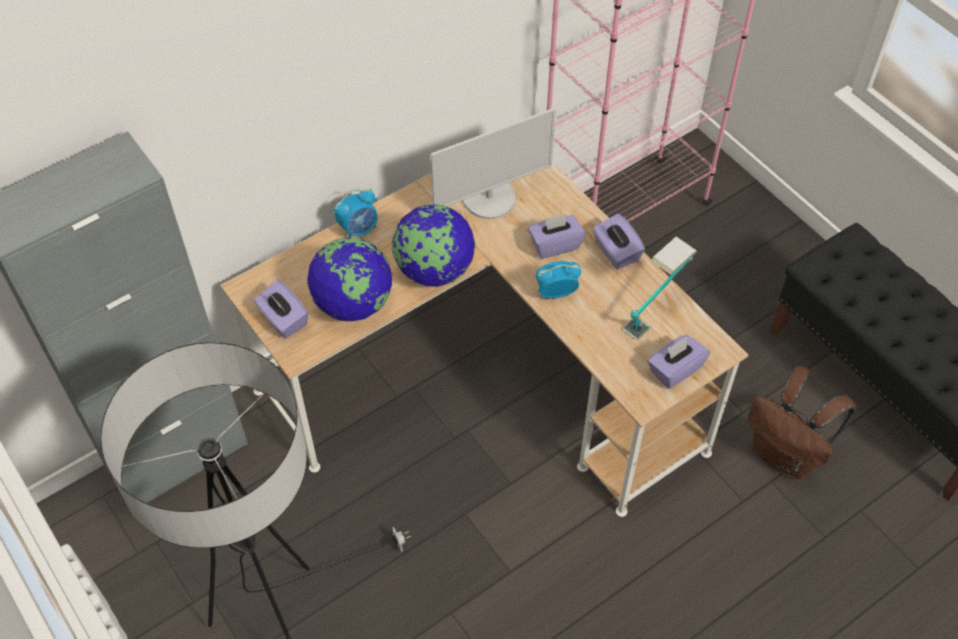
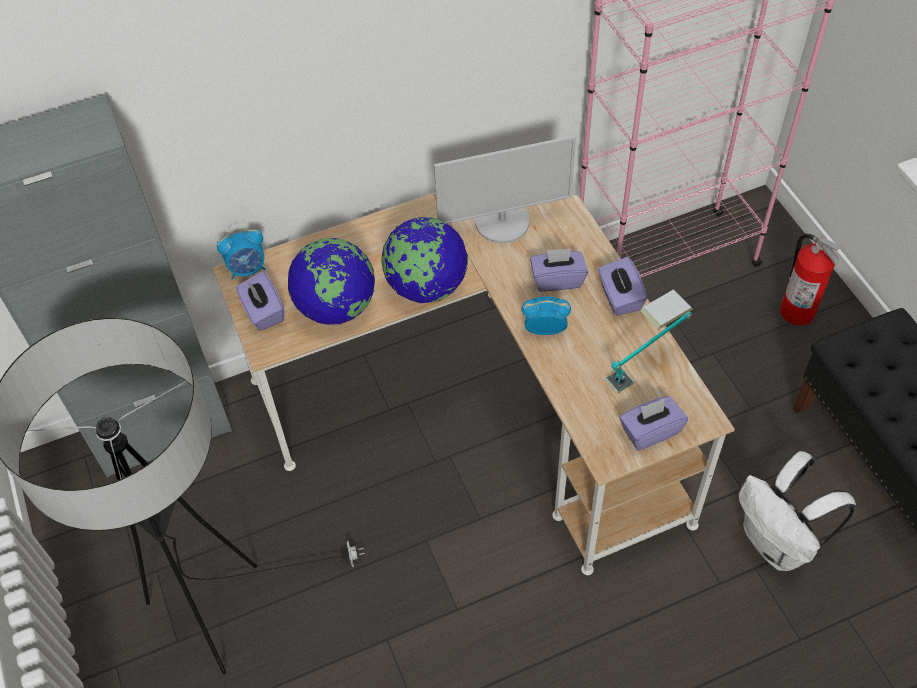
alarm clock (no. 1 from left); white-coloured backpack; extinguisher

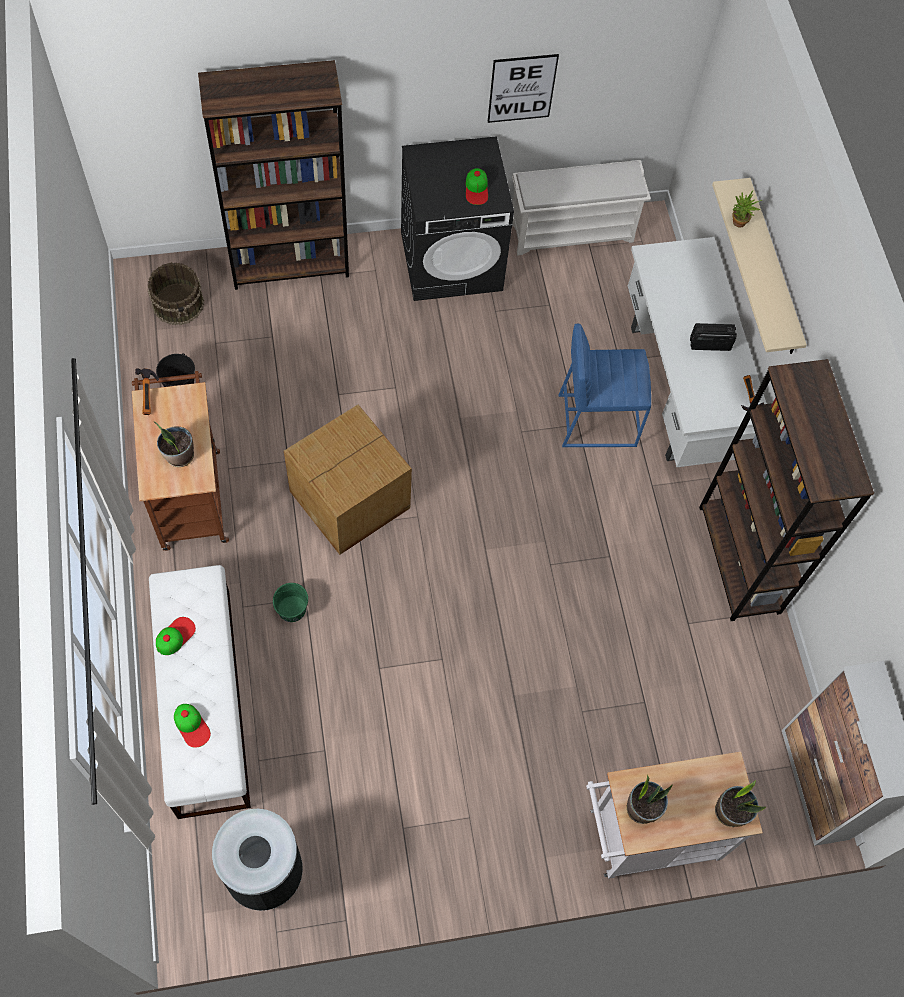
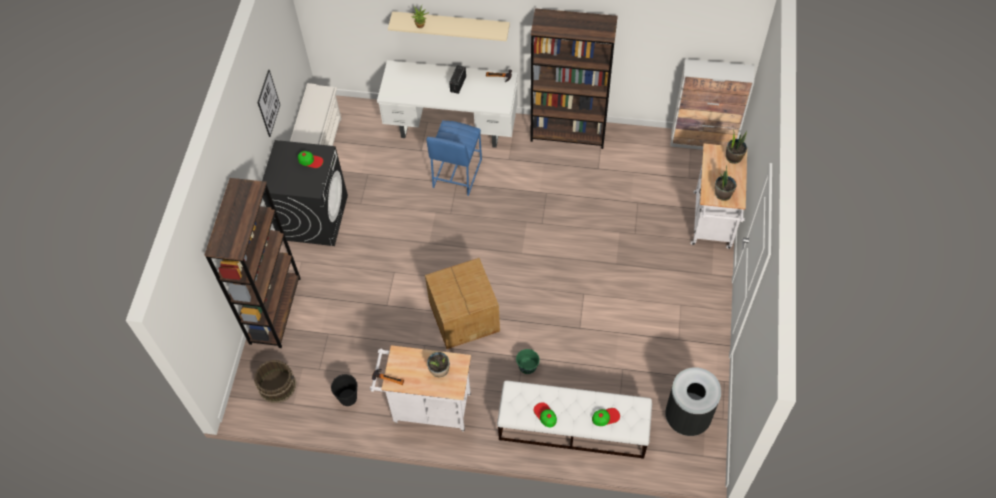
white-coloured wheeled cart (no. 1 from left)

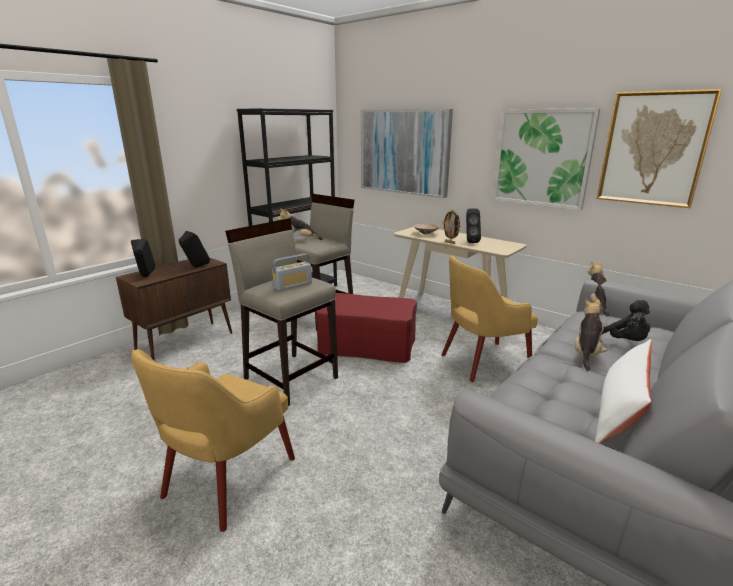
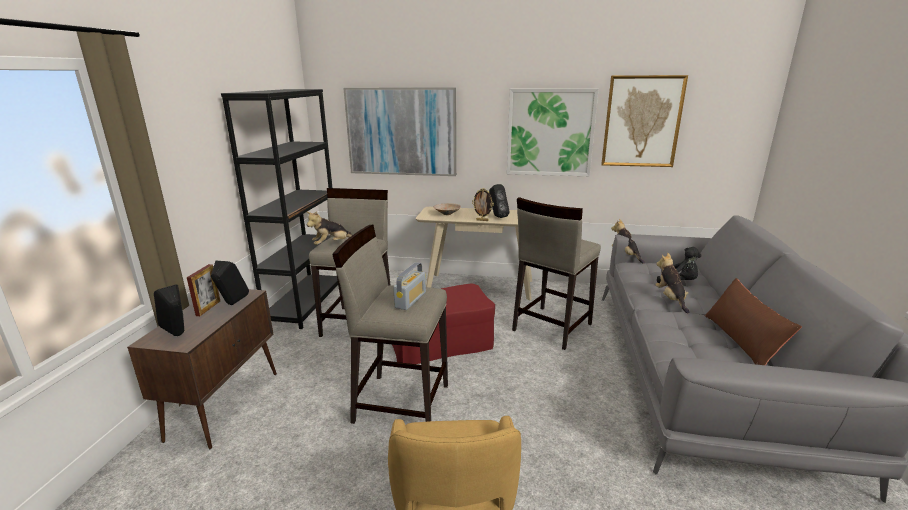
sand-coloured stool seat (no. 3 from left); brownish pillow; picture frame (no. 1 from left)

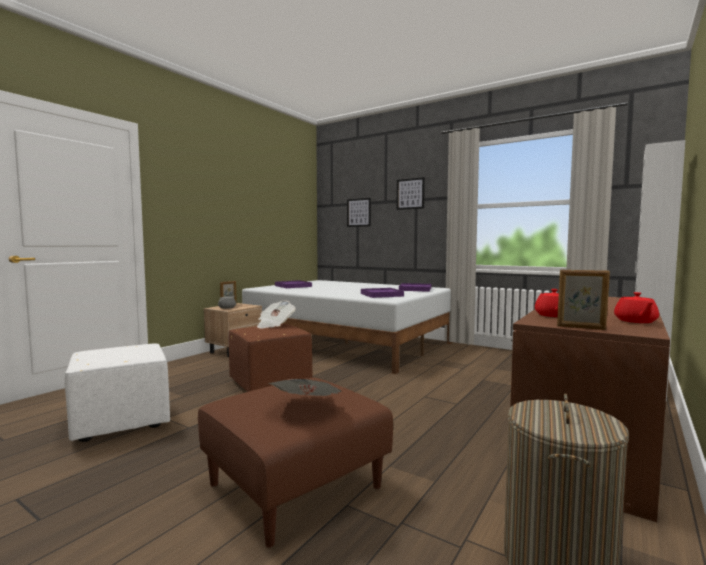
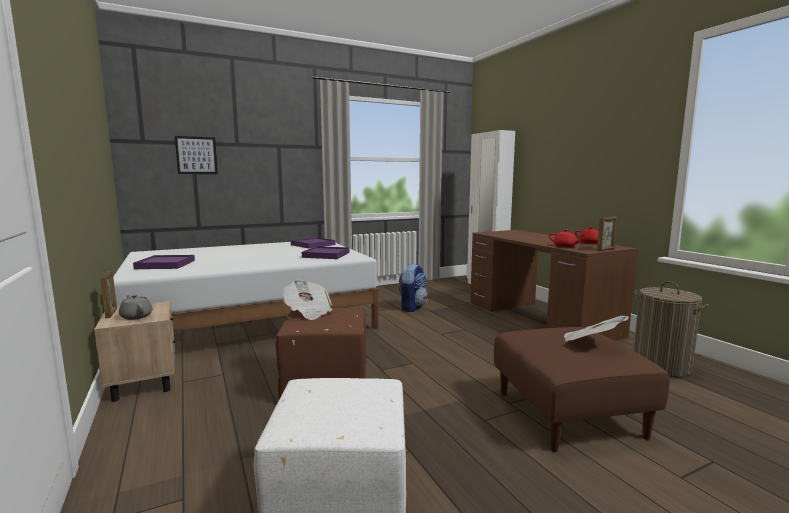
wall art (no. 2 from left in the first image); backpack

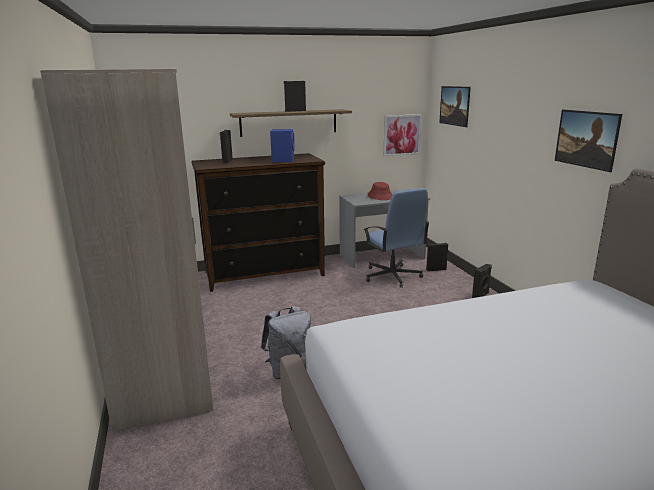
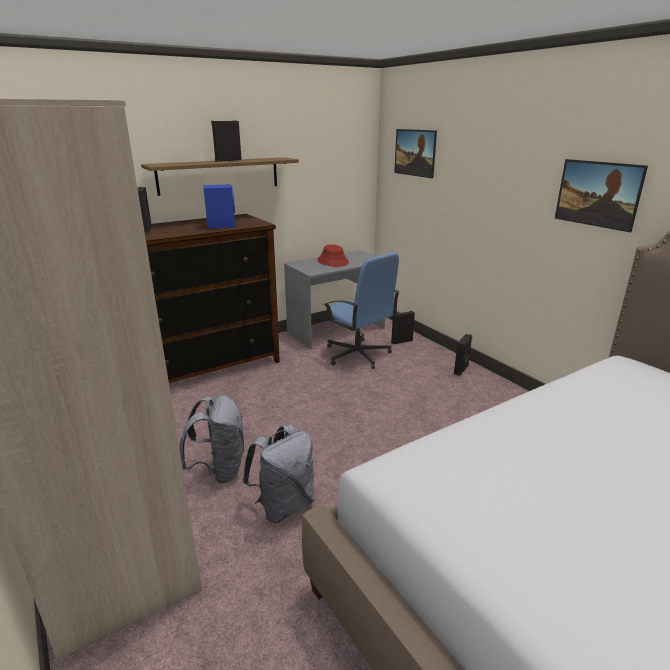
wall art (no. 1 from left in the first image); gray backpack (no. 1 from left)

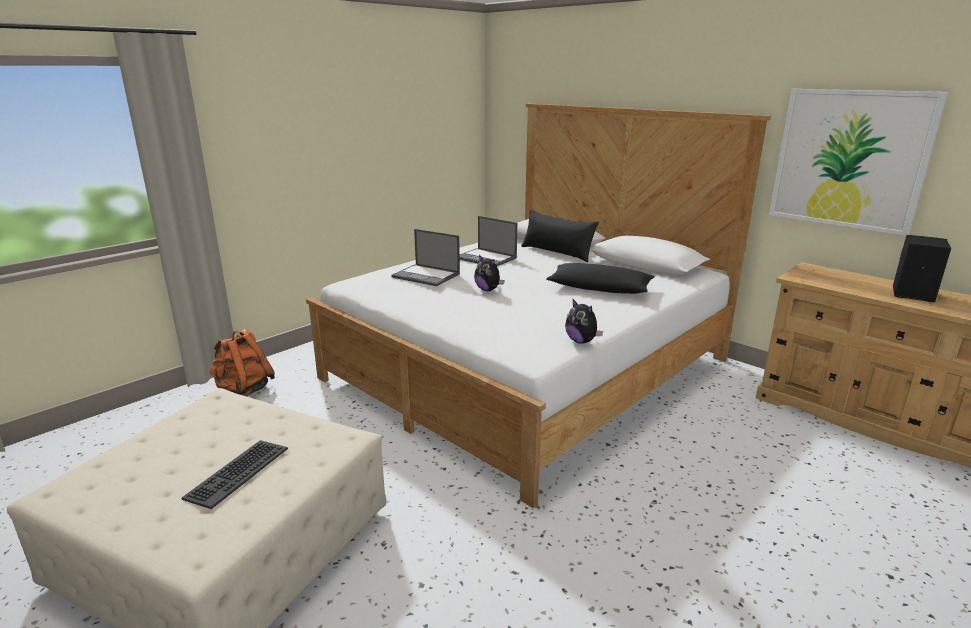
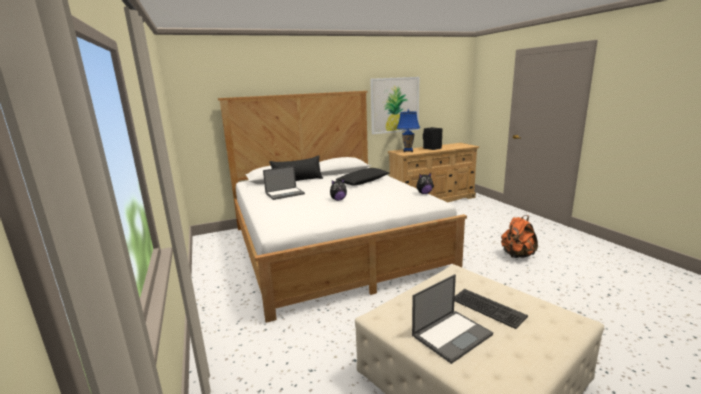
laptop (no. 2 from left); orange-coloured backpack; blue-coloured table lamp

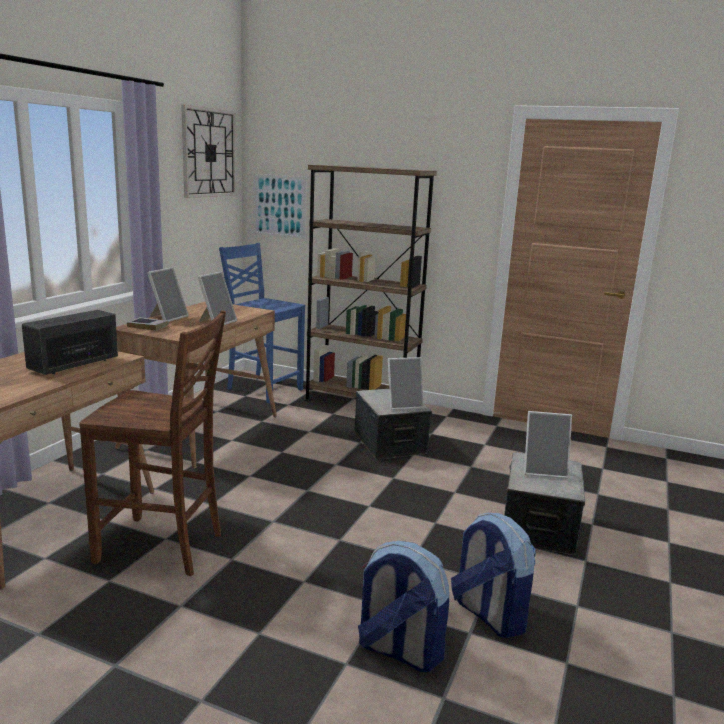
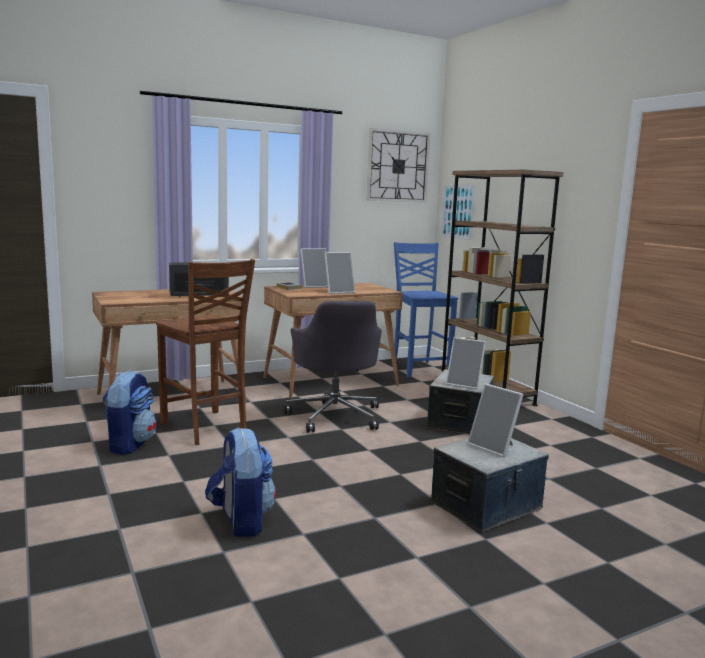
backpack (no. 1 from left); gray computer chair

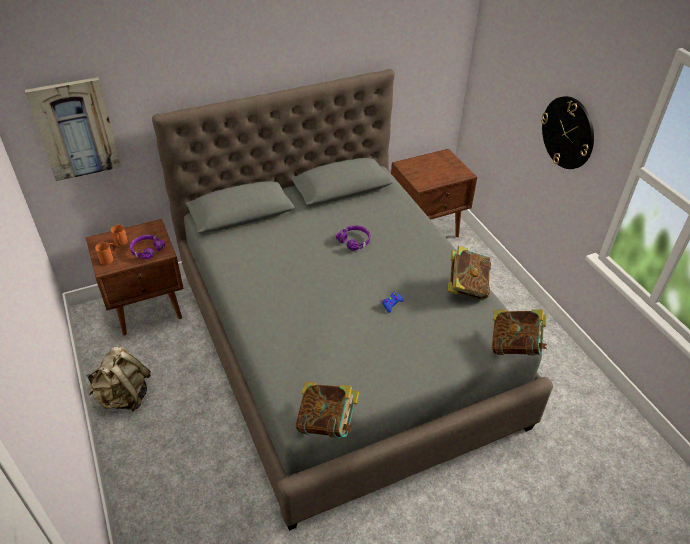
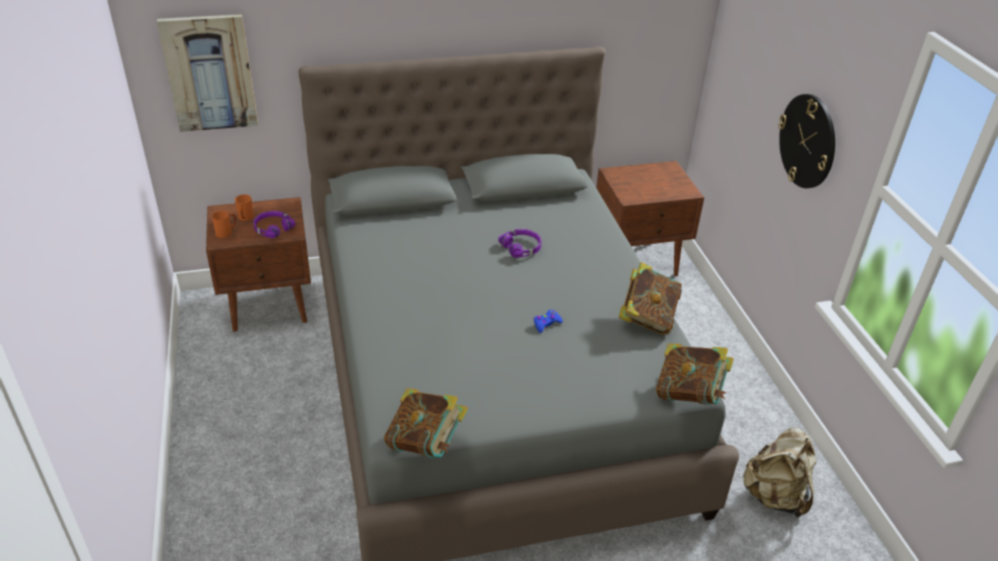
sand-coloured backpack

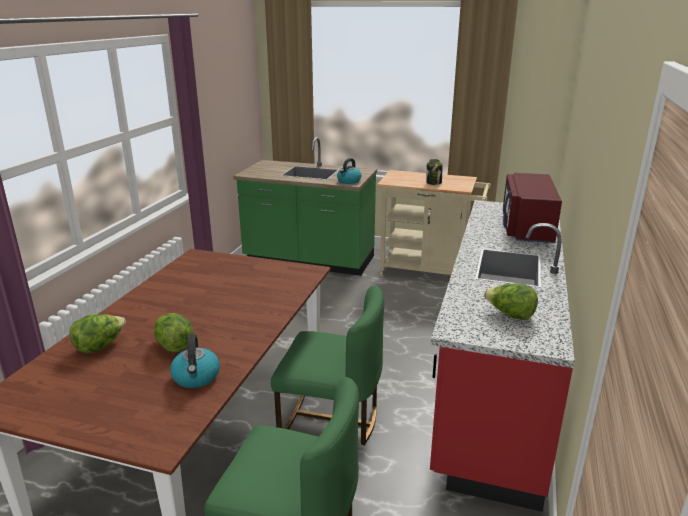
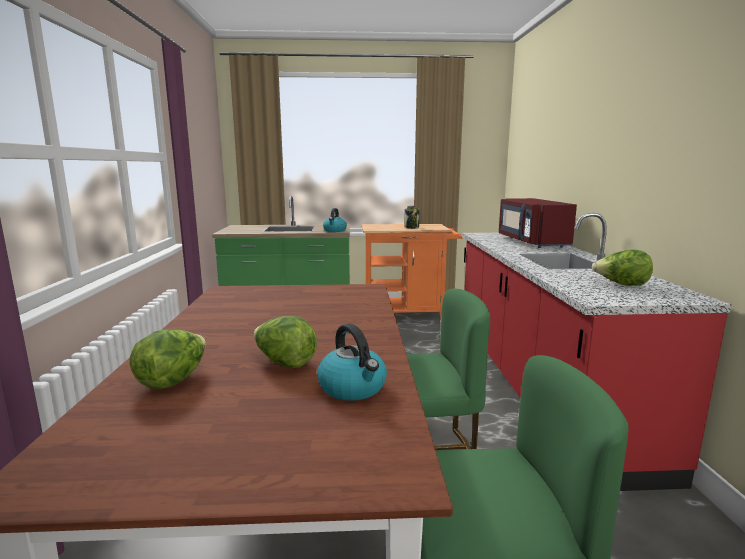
orange-coloured wheeled cart

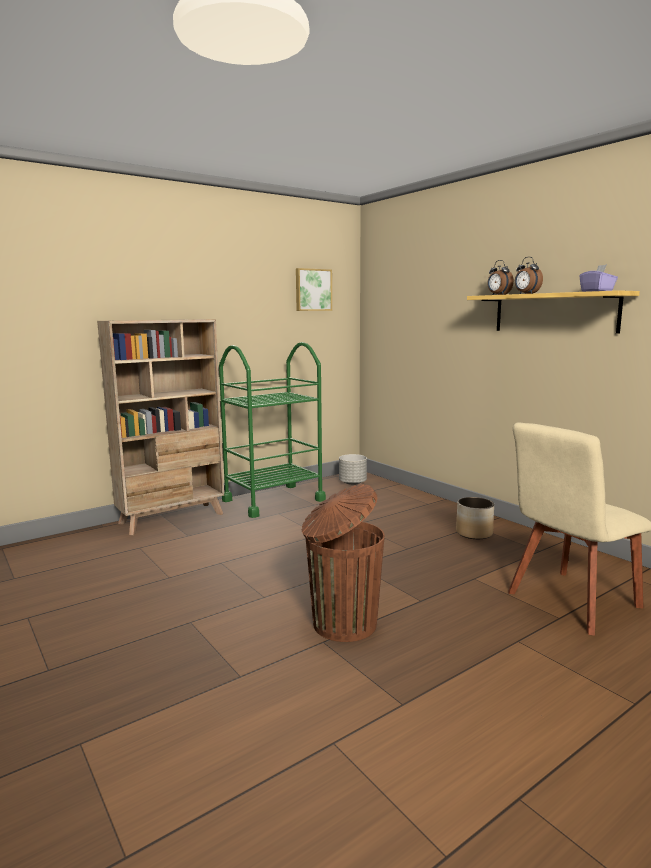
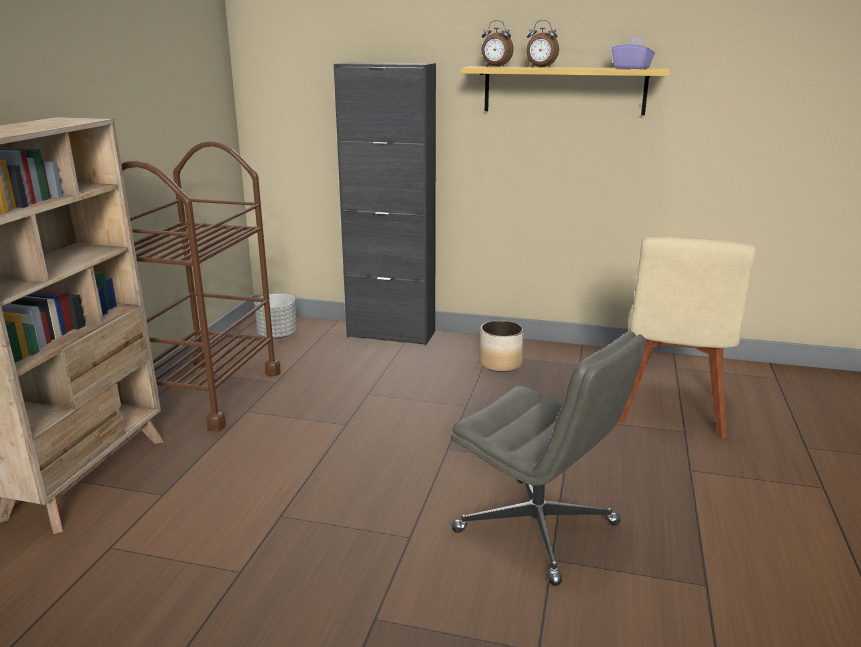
wall art; brownish wheeled cart; gray computer chair; blackish cupboard

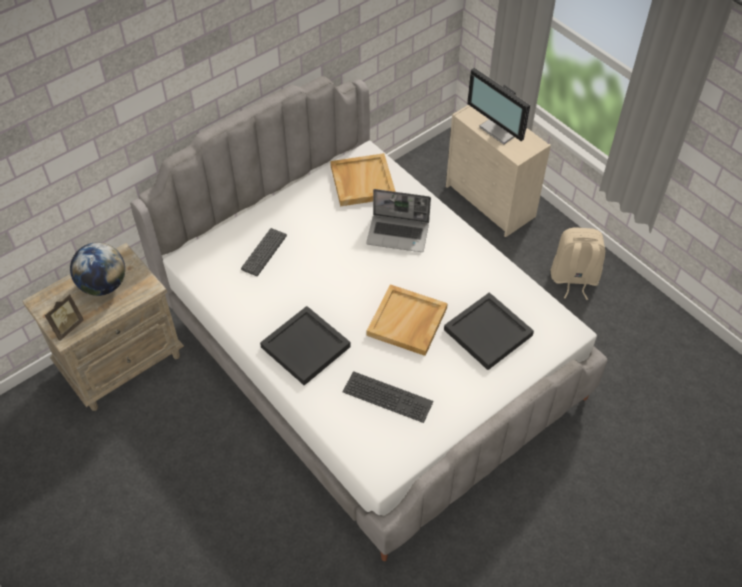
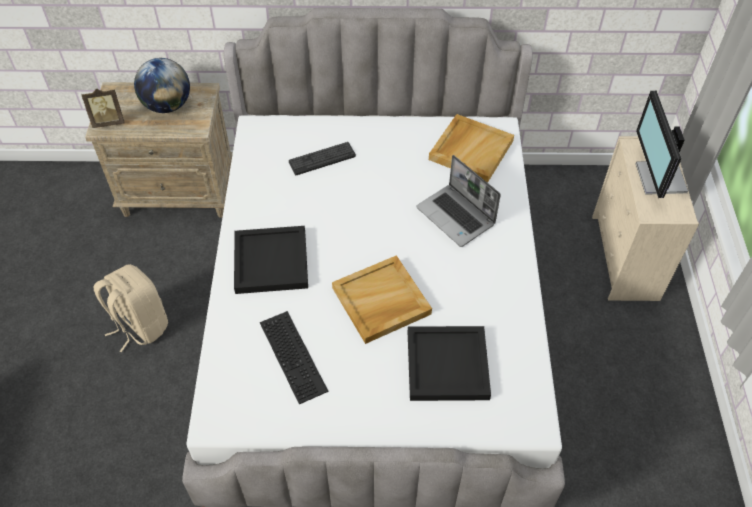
sand-coloured backpack

